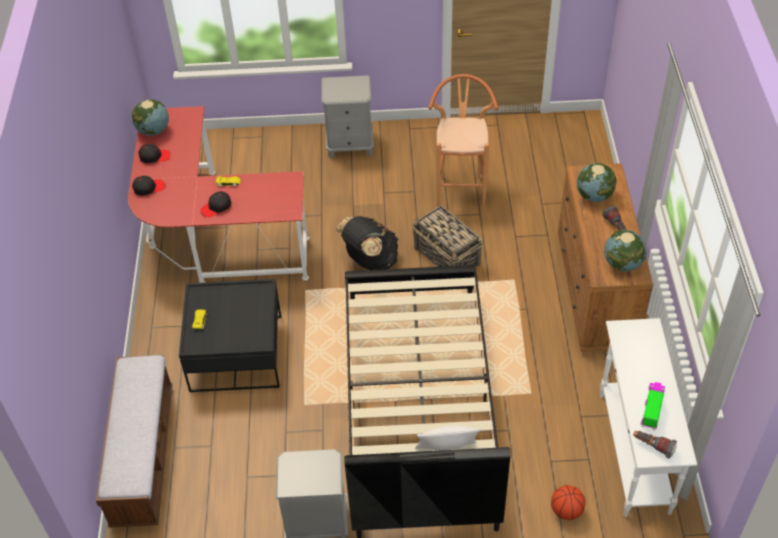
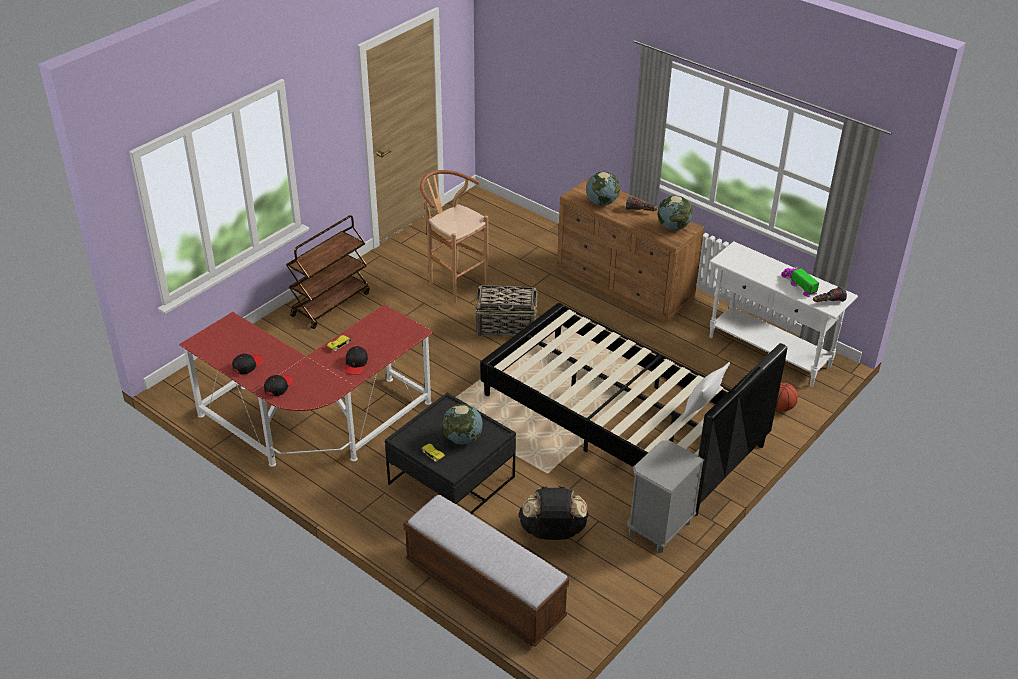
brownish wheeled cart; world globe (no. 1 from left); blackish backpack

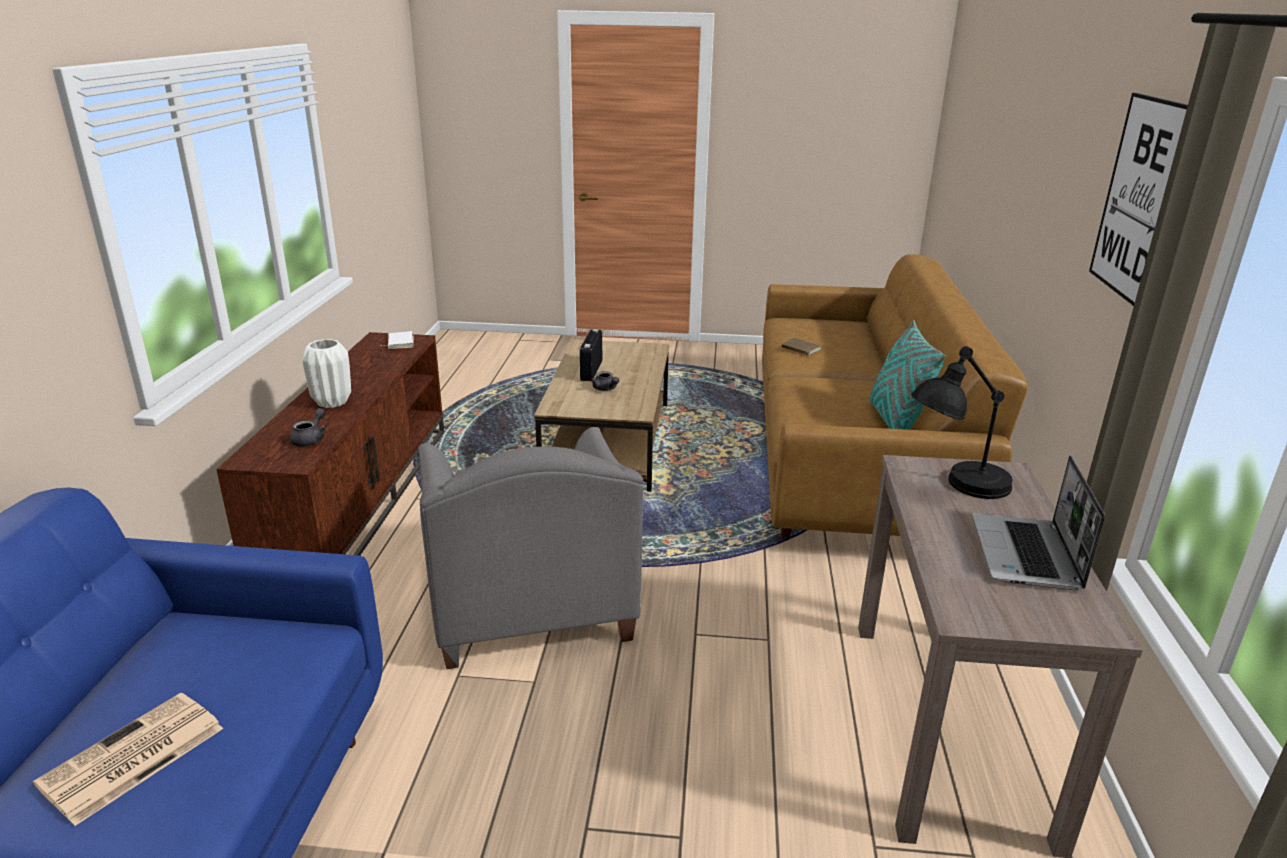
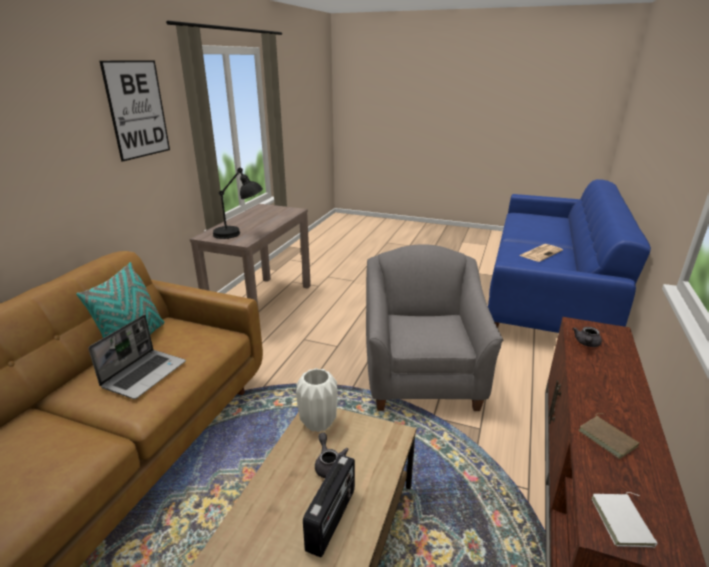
brownish book; white-coloured vase; laptop

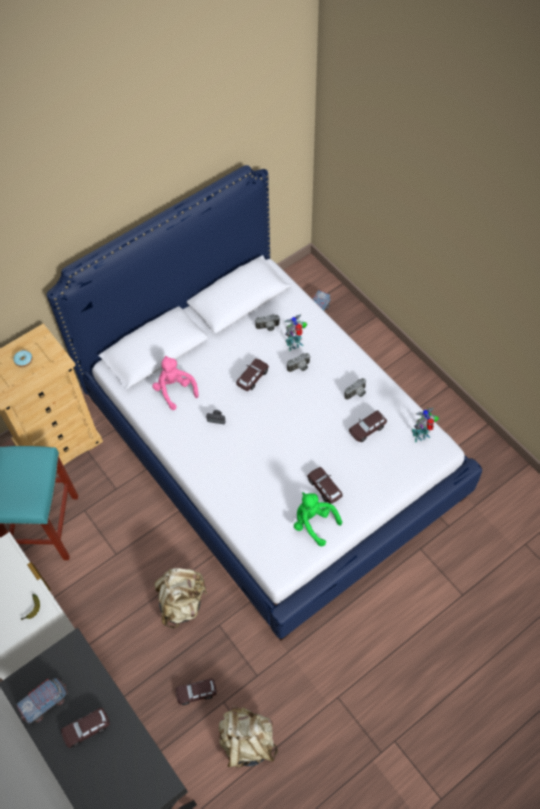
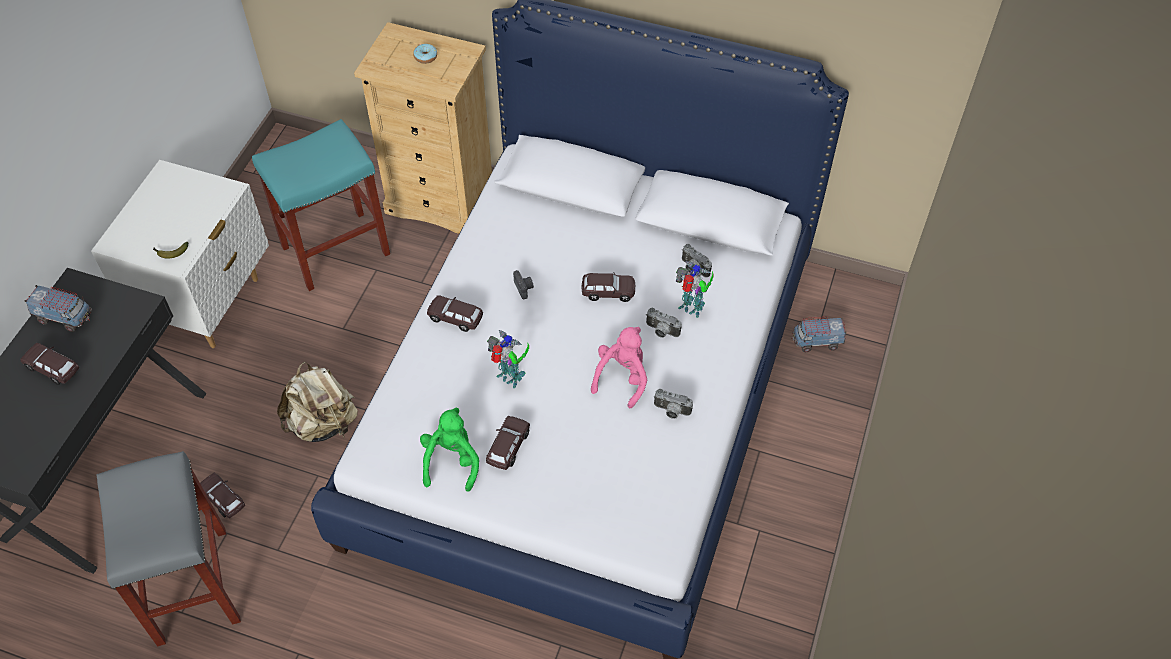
pink-coloured cuddly toy; toy robot (no. 1 from left); brownish toy car (no. 3 from left); gray stool seat

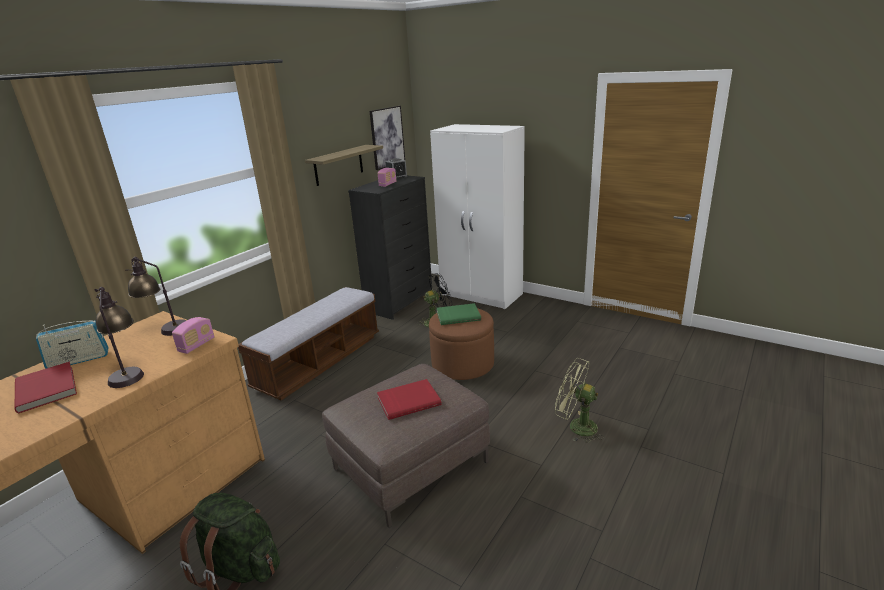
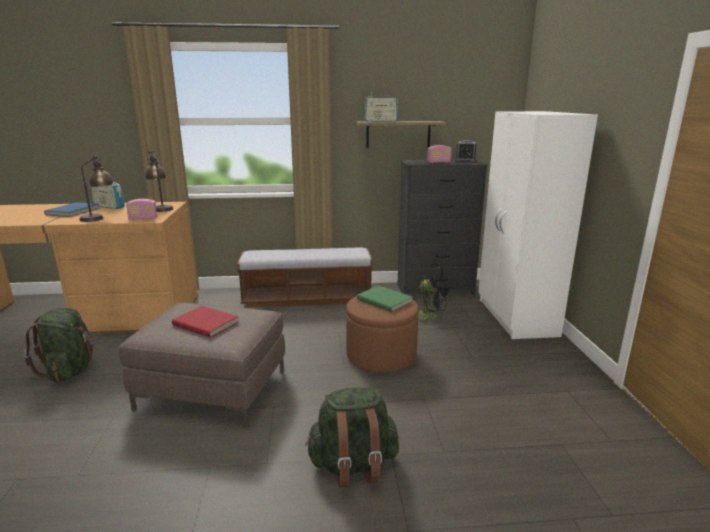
wall art; green-coloured backpack (no. 2 from left); blue-coloured book; radio receiver (no. 3 from left)

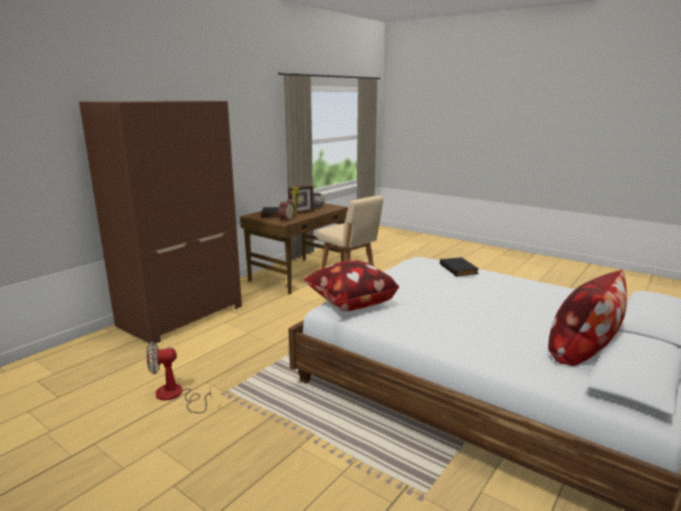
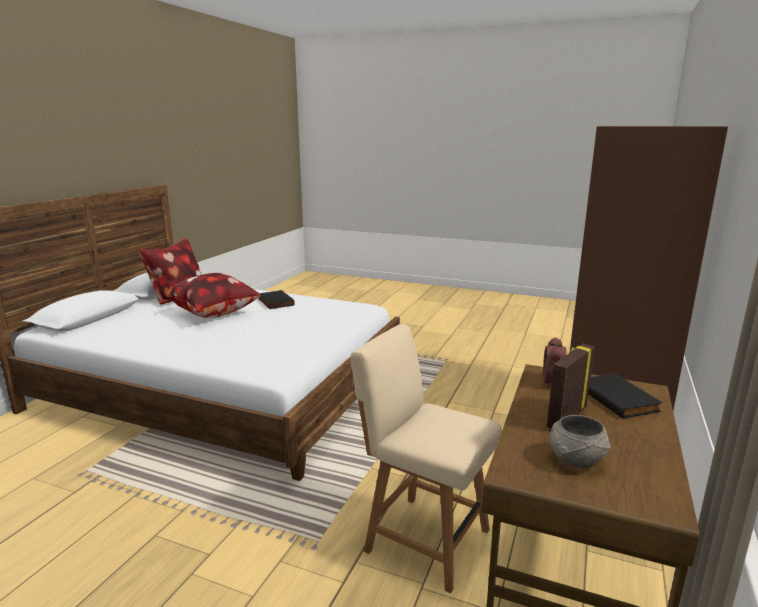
blackish book (no. 1 from left); pillow (no. 2 from left); fan

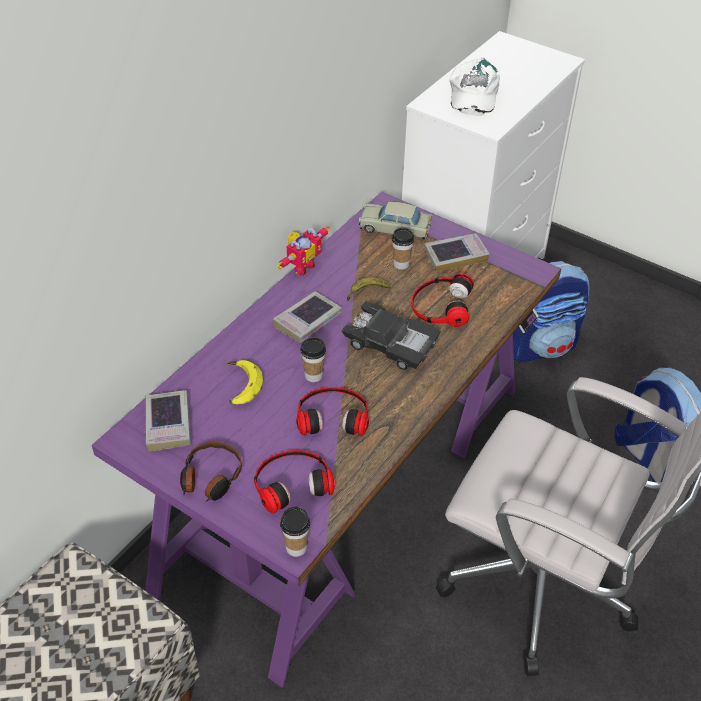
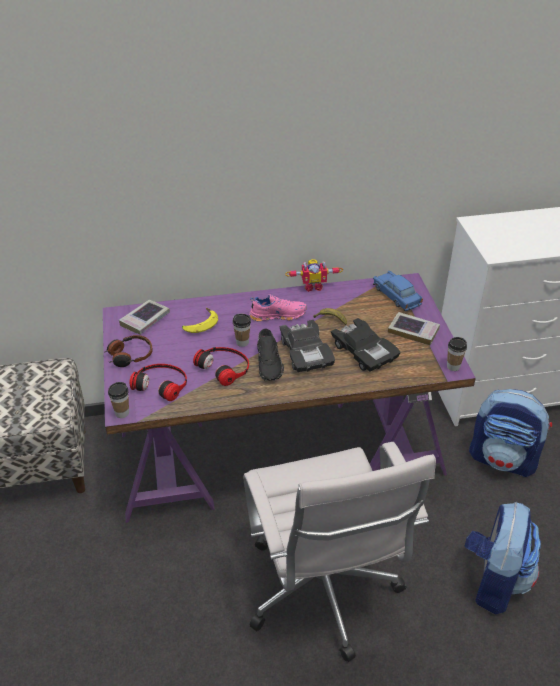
white-coloured baseball cap; blue-coloured toy car; small cup (no. 3 from left); blackish toy car (no. 2 from left); pink-coloured item of footwear; blackish item of footwear

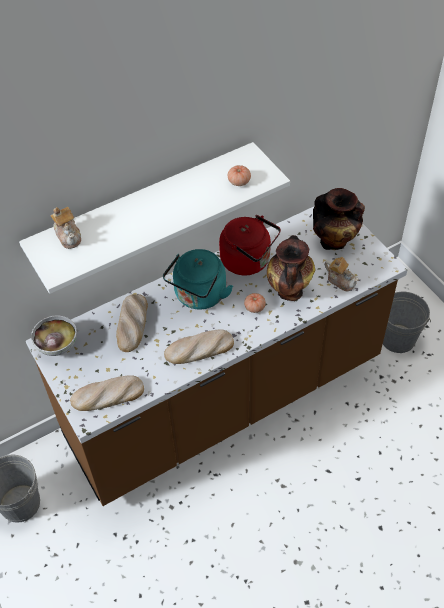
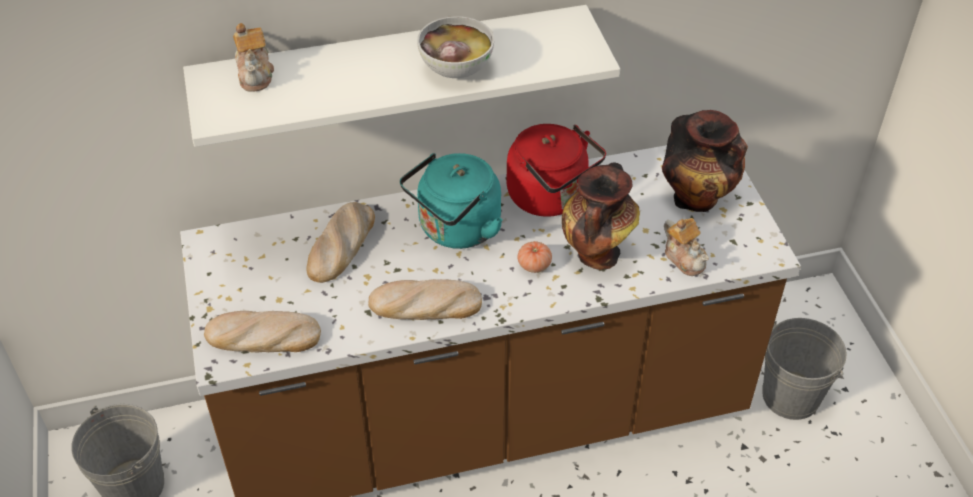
whole tomato (no. 1 from left in the first image); bowl

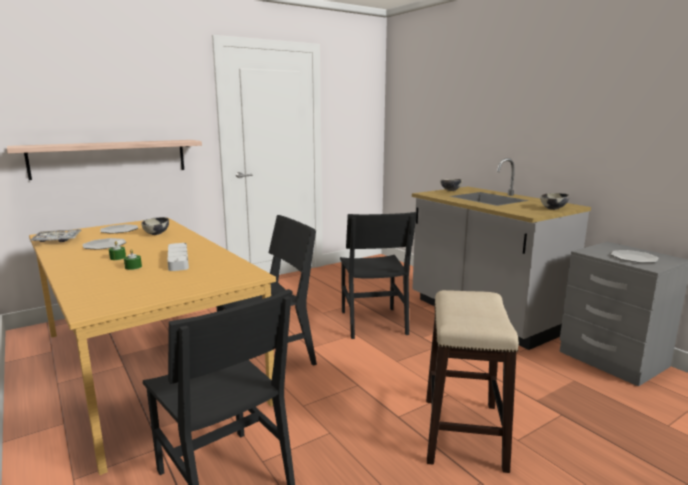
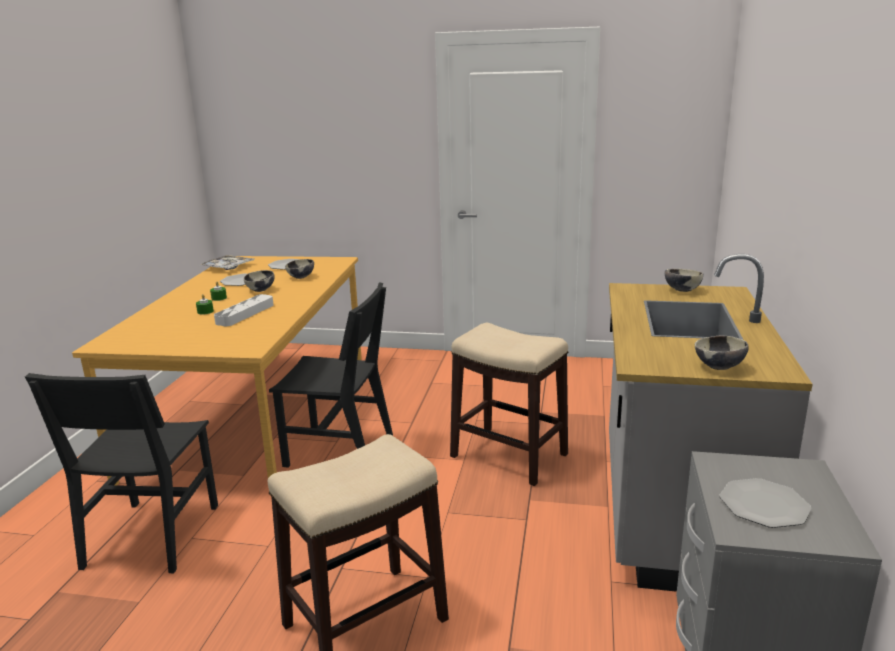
shelf; stool seat (no. 2 from left); bowl (no. 1 from left)

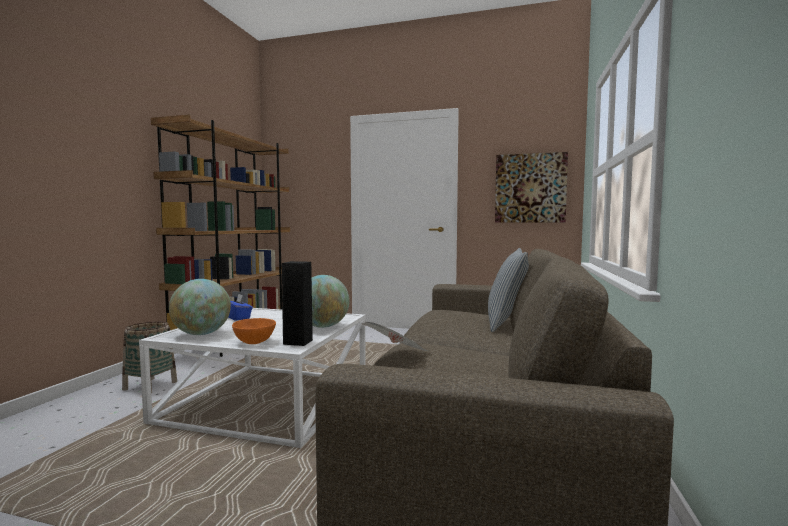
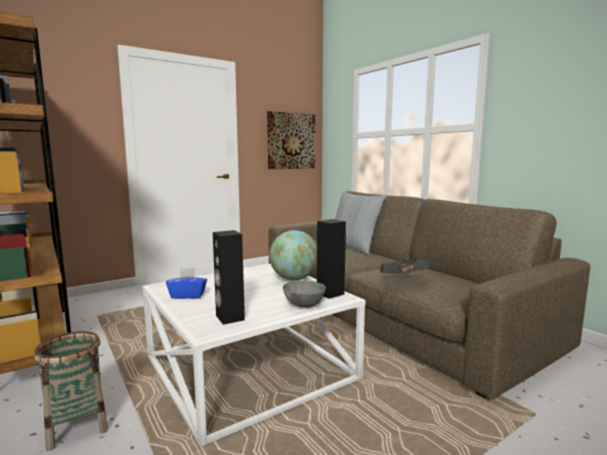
blackish audio speaker (no. 1 from left); gray bowl

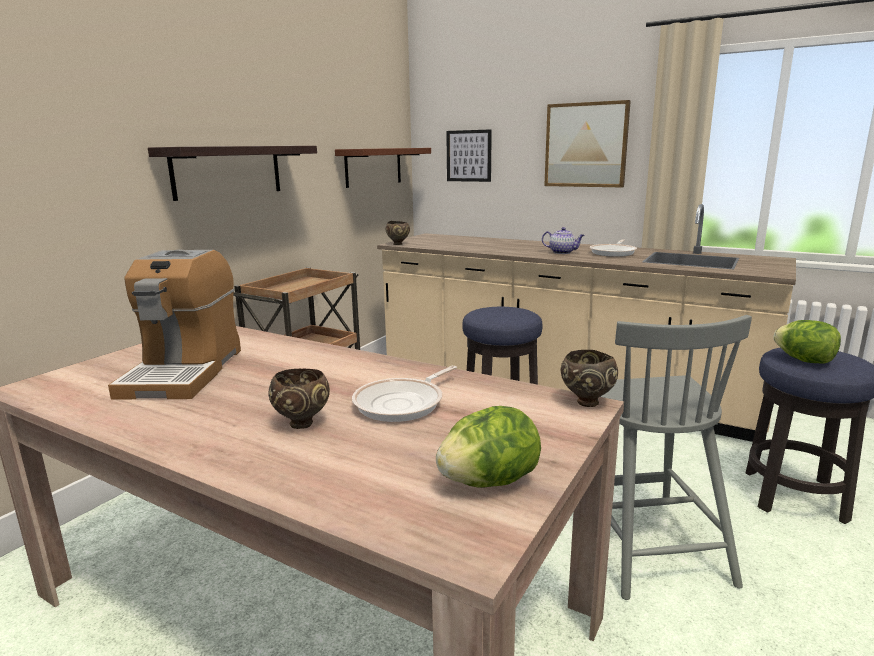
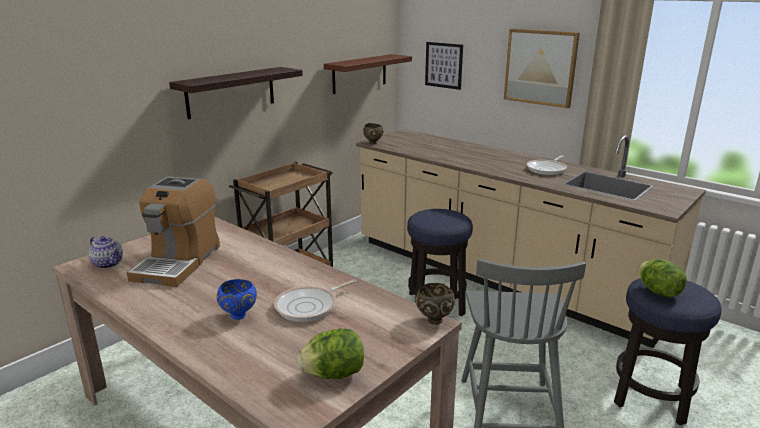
tea pot; blue-coloured bowl

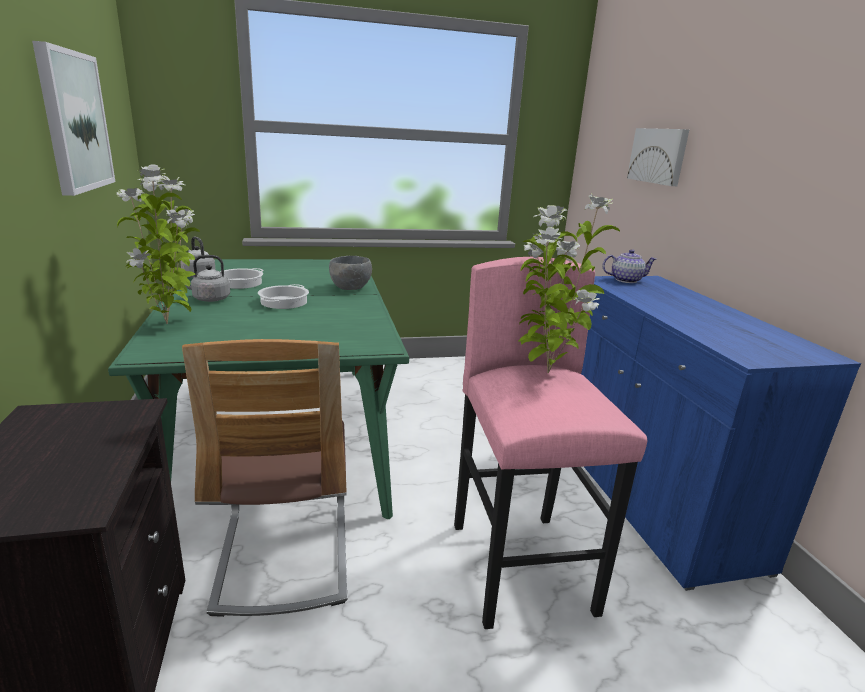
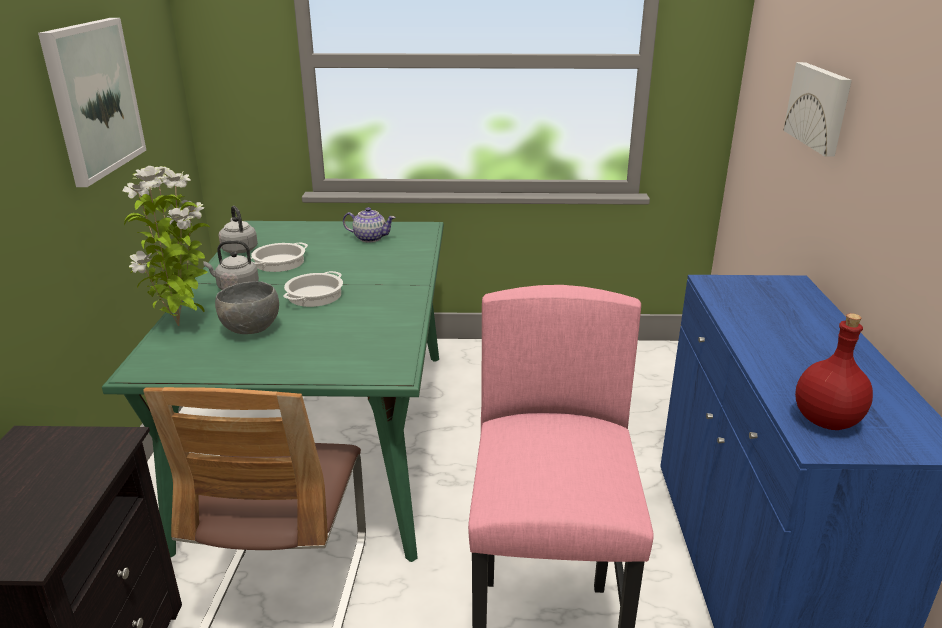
potted plant (no. 2 from left in the first image); tea pot; gray bowl; red bottle

